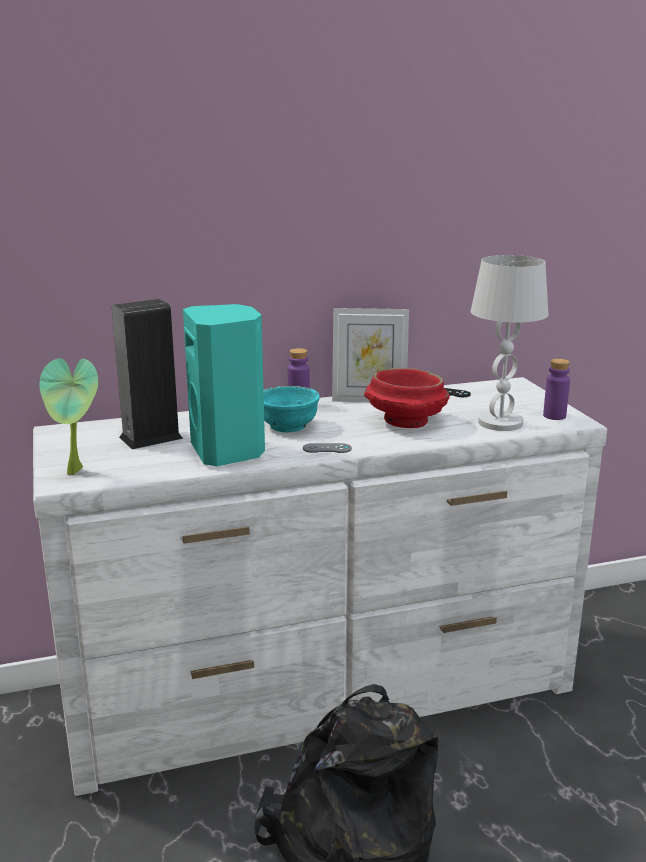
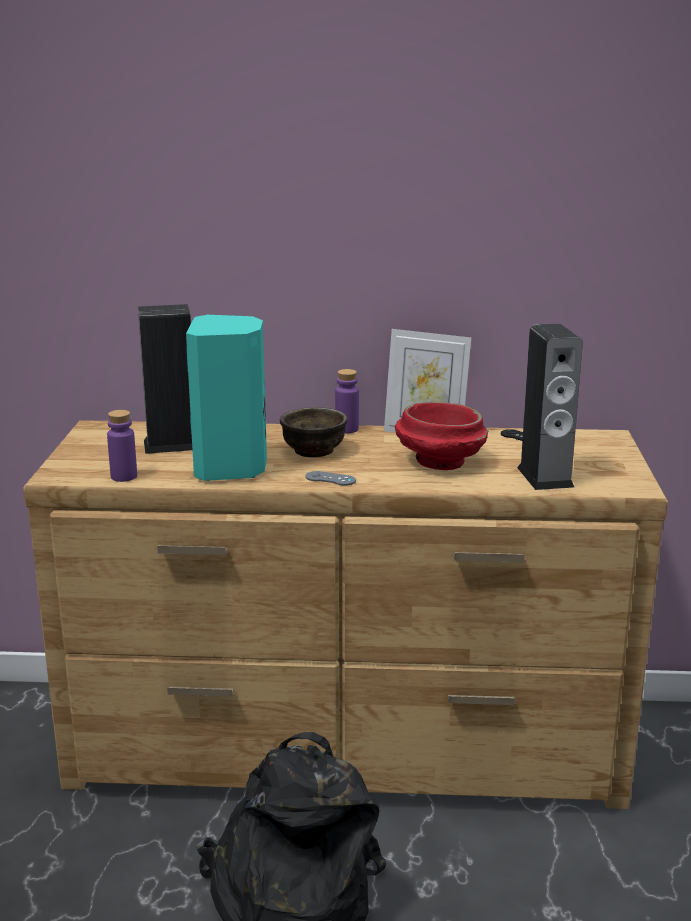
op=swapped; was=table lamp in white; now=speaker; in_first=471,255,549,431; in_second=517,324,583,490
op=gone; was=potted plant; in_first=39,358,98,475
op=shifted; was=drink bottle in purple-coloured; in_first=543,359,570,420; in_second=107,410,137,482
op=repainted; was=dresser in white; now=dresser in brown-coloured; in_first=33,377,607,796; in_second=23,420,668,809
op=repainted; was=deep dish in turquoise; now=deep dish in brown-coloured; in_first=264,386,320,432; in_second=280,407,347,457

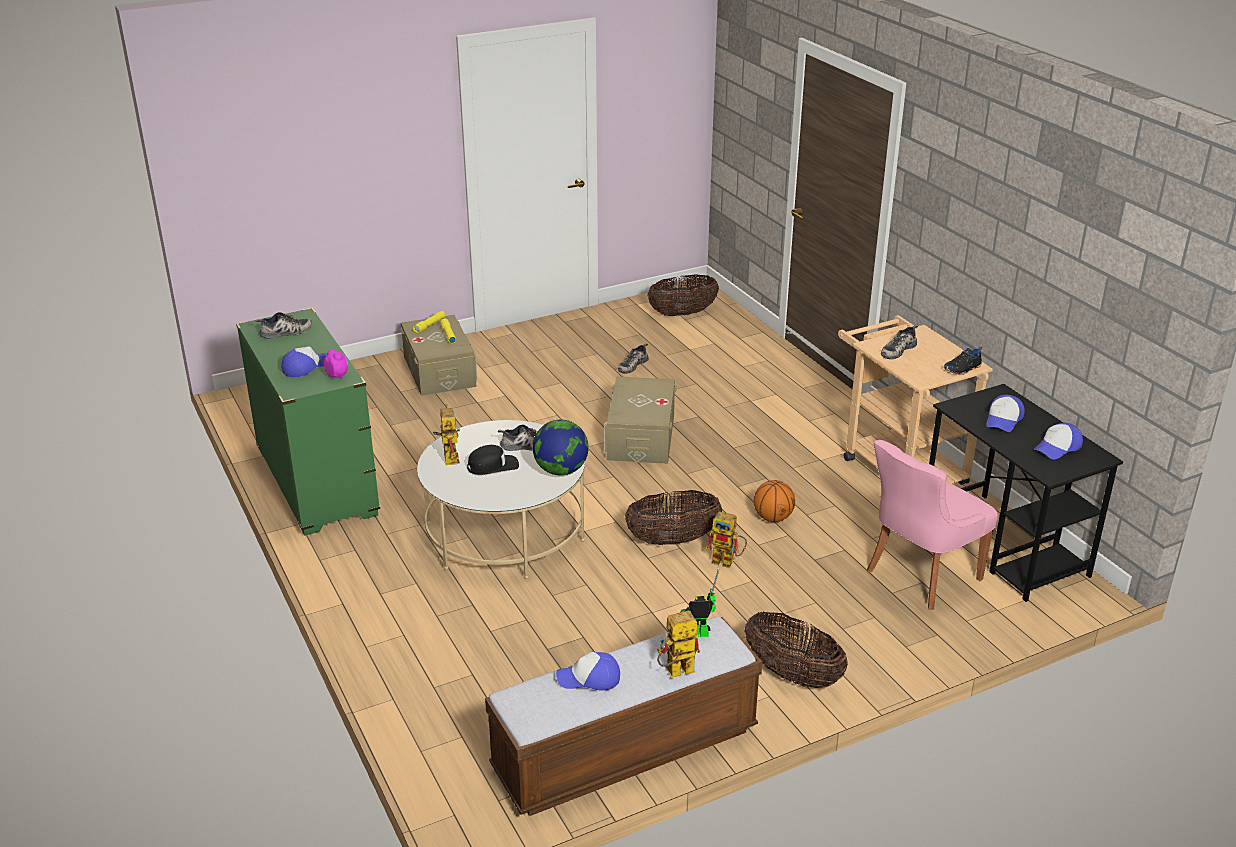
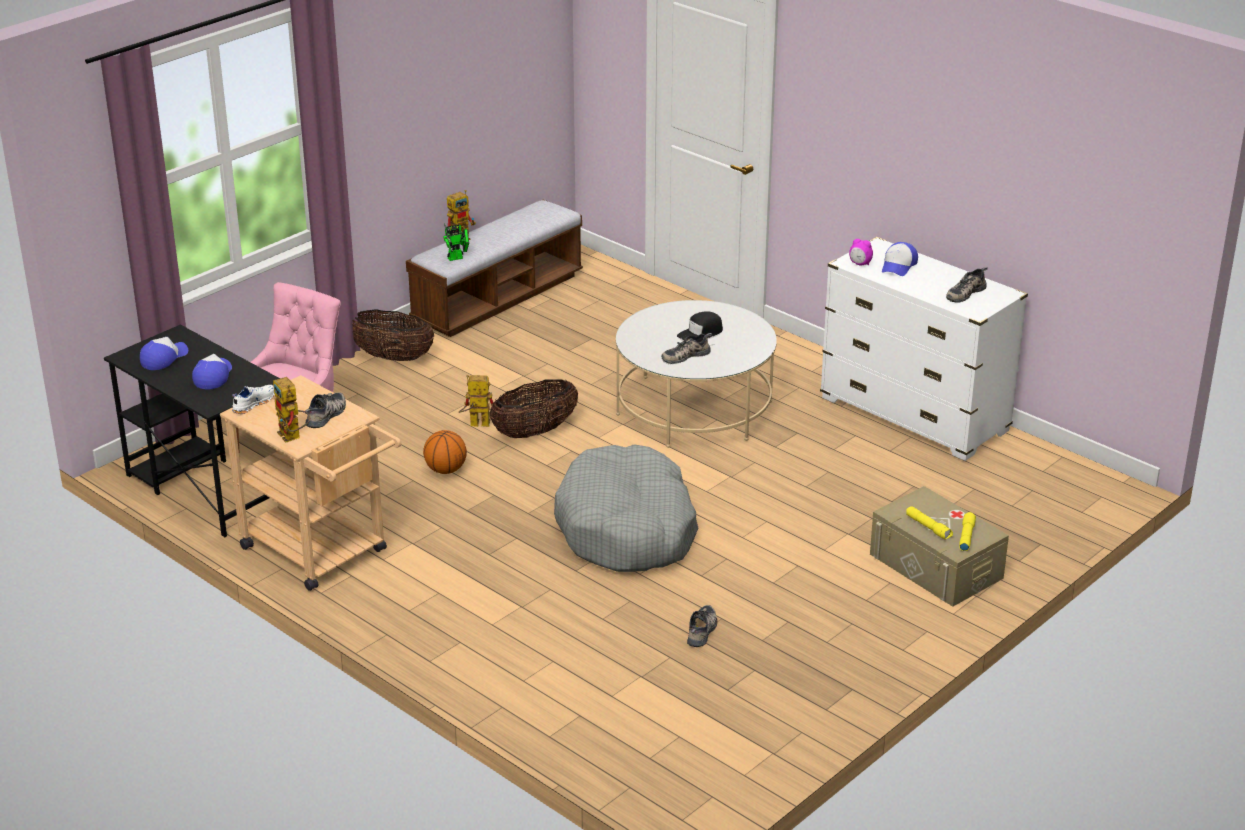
op=gone; was=storage basket; in_first=647,274,719,316
op=repainted; was=dresser in green-coloured; now=dresser in white; in_first=236,307,380,536; in_second=820,237,1028,461
op=repainted; was=shoe in black-coloured; now=shoe in white; in_first=944,346,982,375; in_second=232,385,275,414
op=swapped; was=storage box in beige; now=dog bed in gray; in_first=604,376,677,464; in_second=554,444,698,572
op=shifted; was=toy robot; in_first=433,404,460,465; in_second=273,377,310,443
op=gone; was=globe; in_first=533,420,589,475
op=gone; was=peaked cap; in_first=556,652,620,691

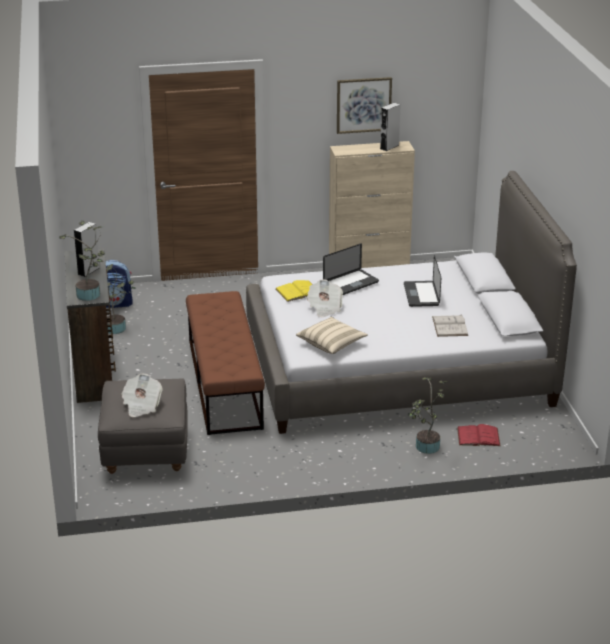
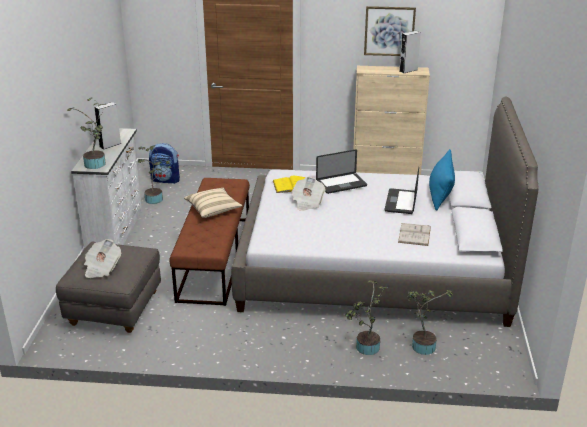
op=repainted; was=dresser in brown-coloured; now=dresser in white; in_first=65,248,116,403; in_second=71,128,142,249
op=shifted; was=throw pillow in beige; in_first=296,317,368,354; in_second=184,188,243,218
op=swapped; was=volume in reddish; now=potted plant; in_first=457,424,500,446; in_second=407,290,453,355
op=new; now=throw pillow in blue-coloured; in_second=429,149,455,210

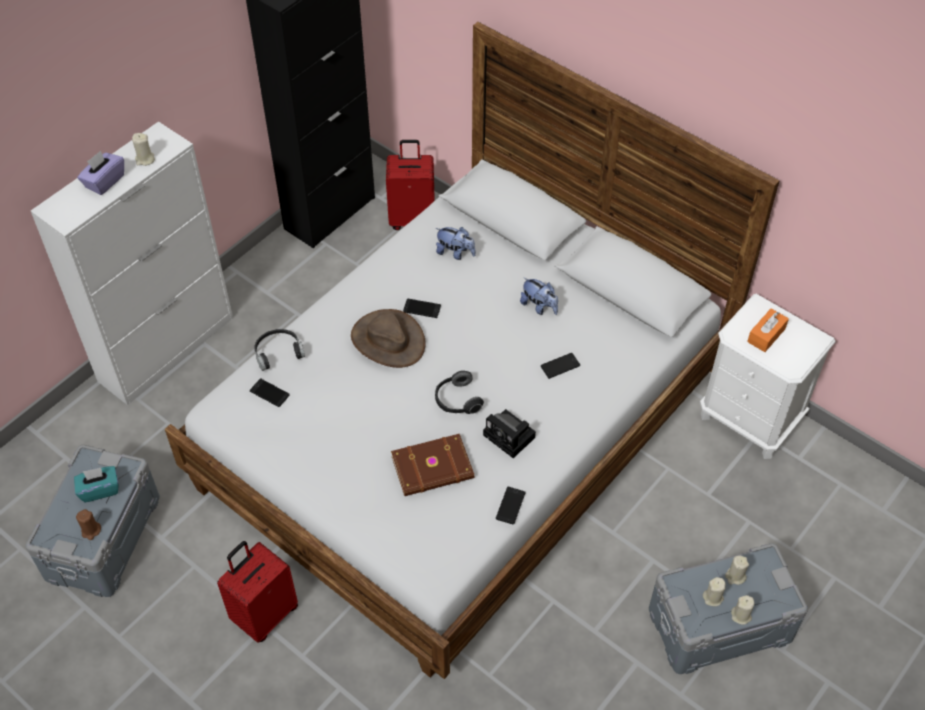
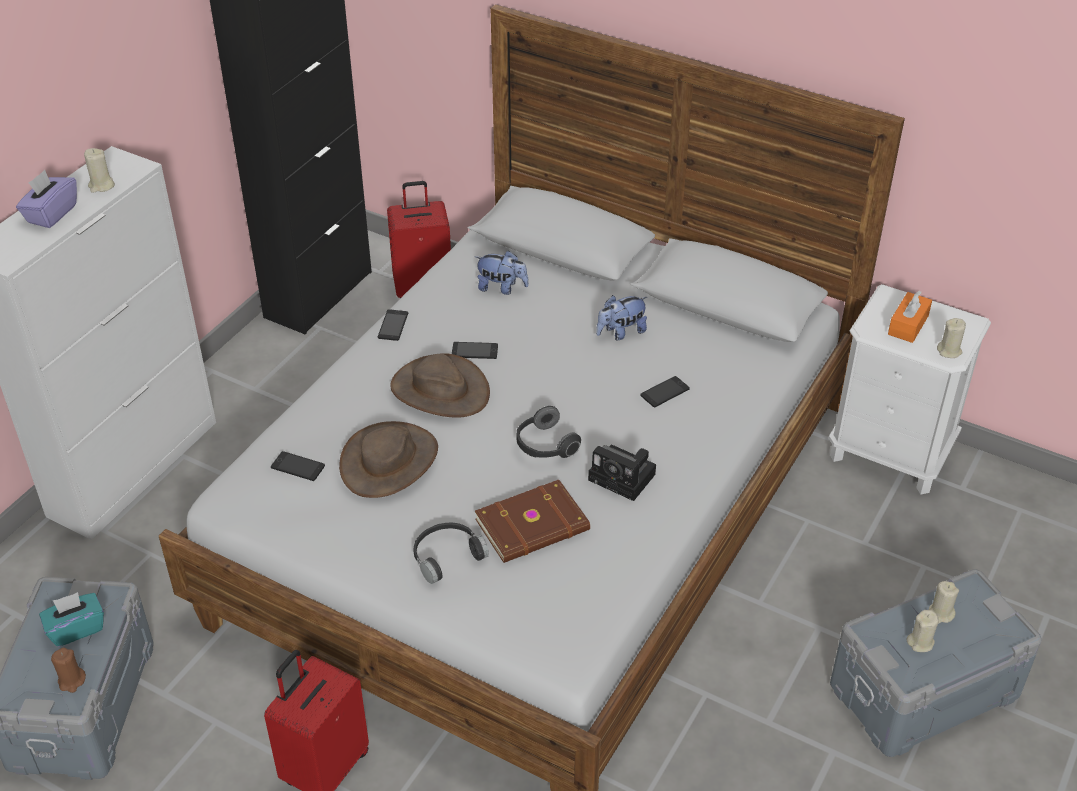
op=rotated; was=soft toy; in_first=520,277,558,315; in_second=596,295,647,340; clockwise=120
op=shifted; was=headset in black-coloured; in_first=254,329,305,371; in_second=413,522,489,584
op=shifted; was=telephone; in_first=496,487,525,524; in_second=378,309,408,341
op=shifted; was=candle in beige; in_first=731,595,754,625; in_second=937,318,966,358
op=new; now=wearable hat in brown-coloured; in_second=339,421,438,498

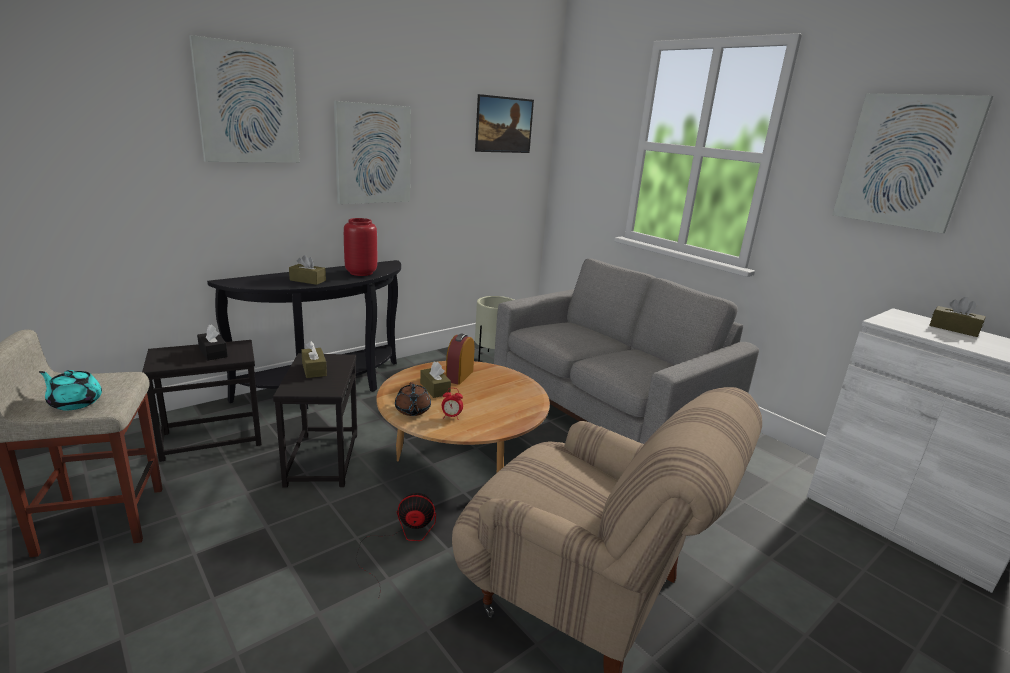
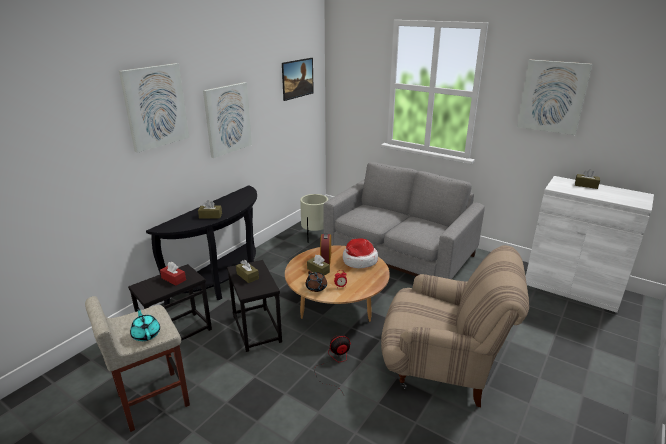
op=gone; was=vase in reddish; in_first=344,218,377,276
op=repainted; was=box of tissues in black-coloured; now=box of tissues in reddish; in_first=197,324,228,361; in_second=160,262,186,286
op=rotated; was=teapot in turquoise; in_first=39,370,102,410; in_second=130,308,160,341; clockwise=60
op=new; now=wearable hat; in_second=343,239,378,268

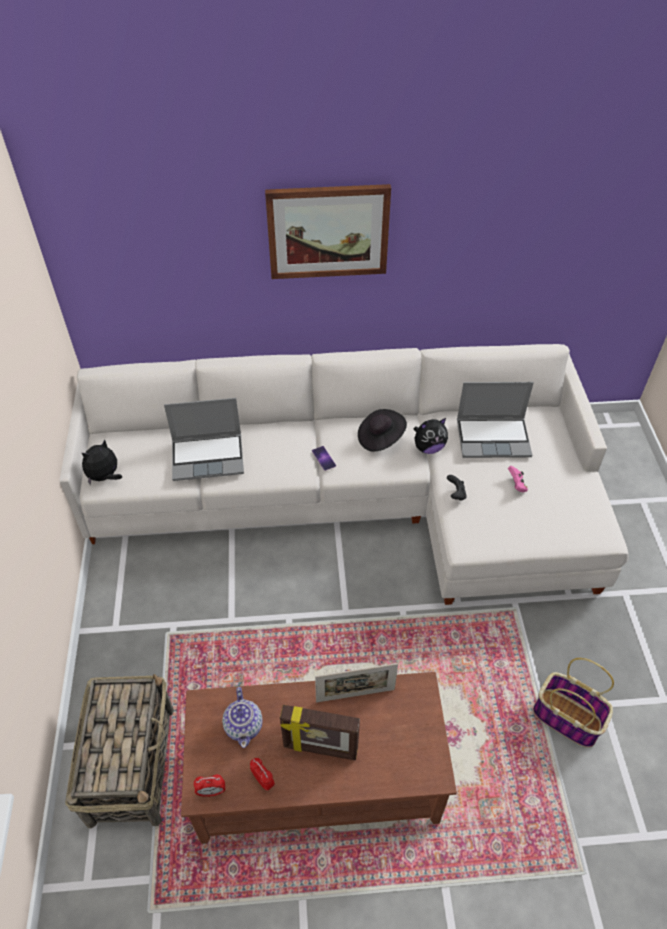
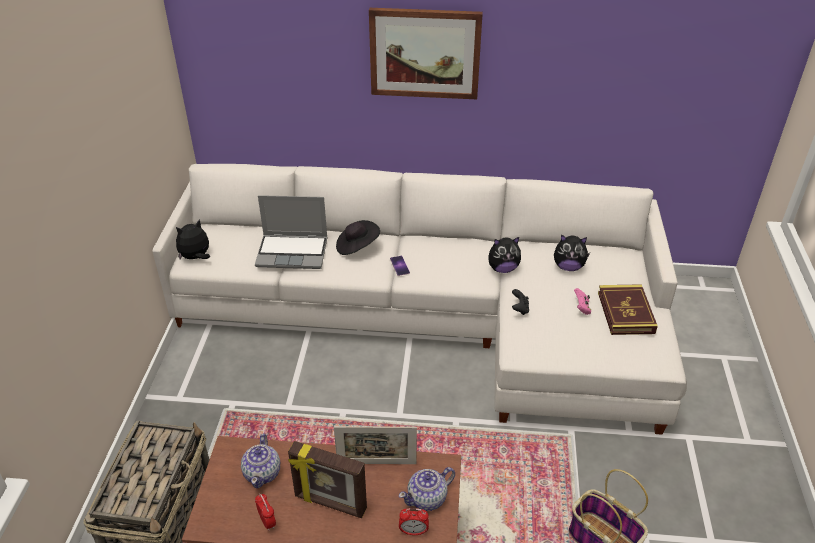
op=swapped; was=notebook computer; now=soft toy; in_first=457,382,534,458; in_second=554,235,590,271
op=shifted; was=wearable hat in black-coloured; in_first=358,409,407,452; in_second=336,220,380,255
op=shifted; was=alarm clock; in_first=193,774,225,797; in_second=399,508,429,535
op=new; now=volume; in_second=598,284,658,335
op=new; now=teapot; in_second=399,467,455,511

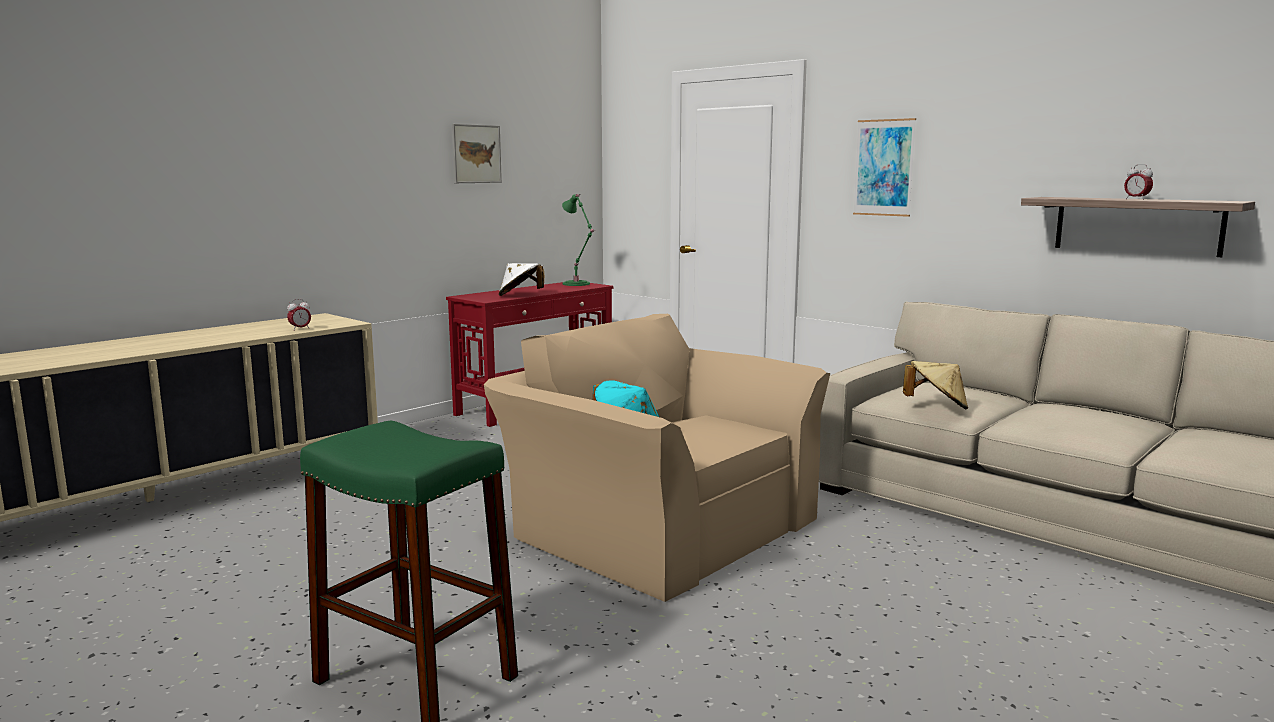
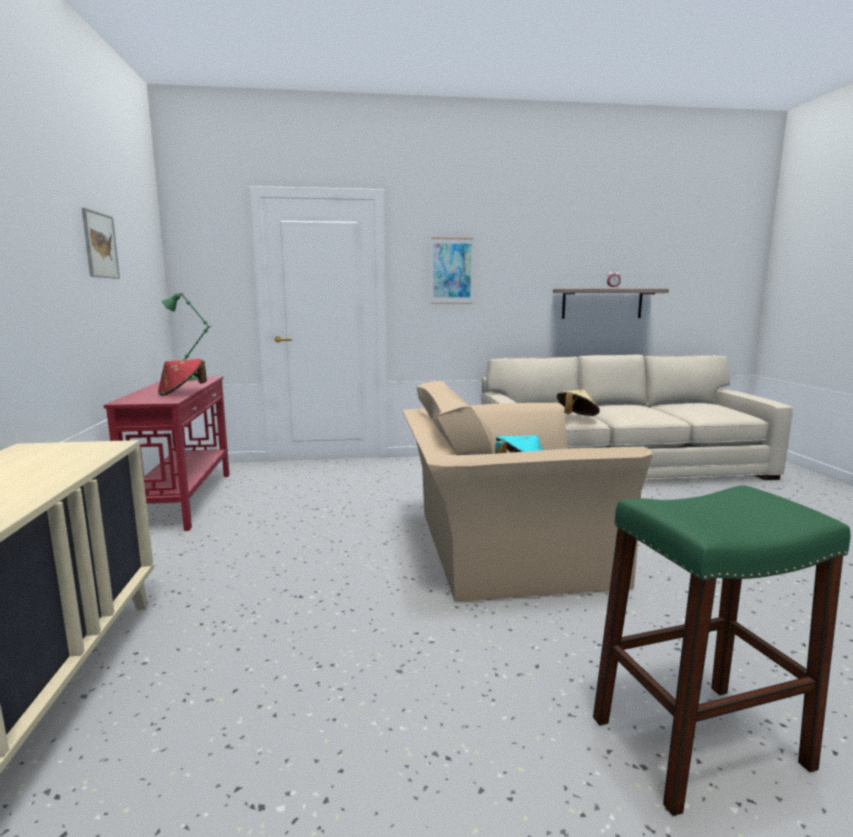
op=repainted; was=wearable hat in white; now=wearable hat in reddish; in_first=499,263,544,296; in_second=158,359,207,396
op=gone; was=alarm clock; in_first=287,299,311,330

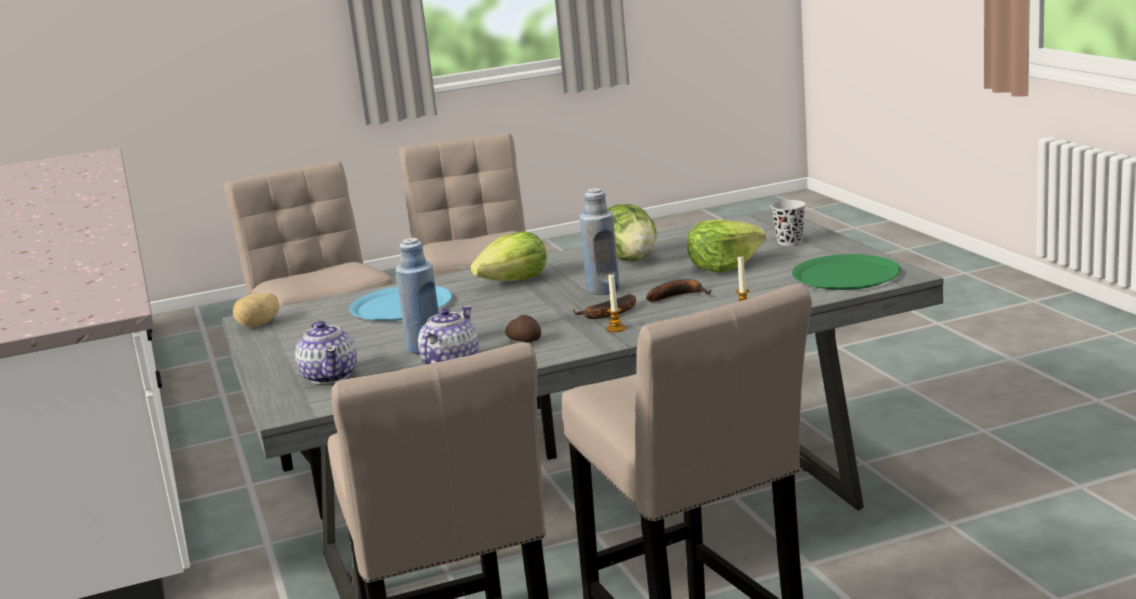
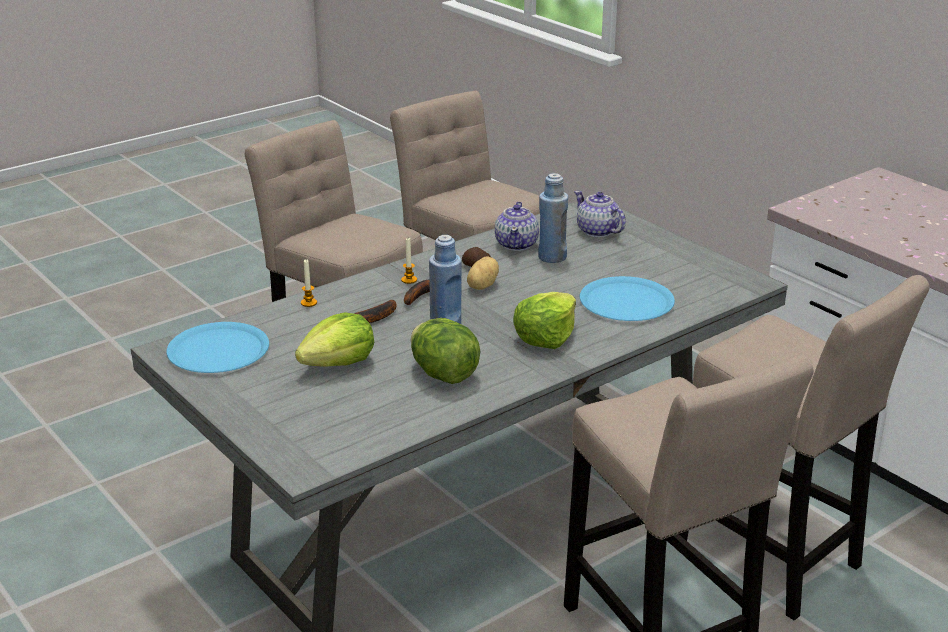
op=gone; was=cup in black-coloured; in_first=771,200,806,246
op=repainted; was=plate in green-coloured; now=plate in blue-coloured; in_first=792,254,901,290; in_second=166,322,269,373
op=shifted; was=spud; in_first=233,293,279,327; in_second=467,256,499,290

